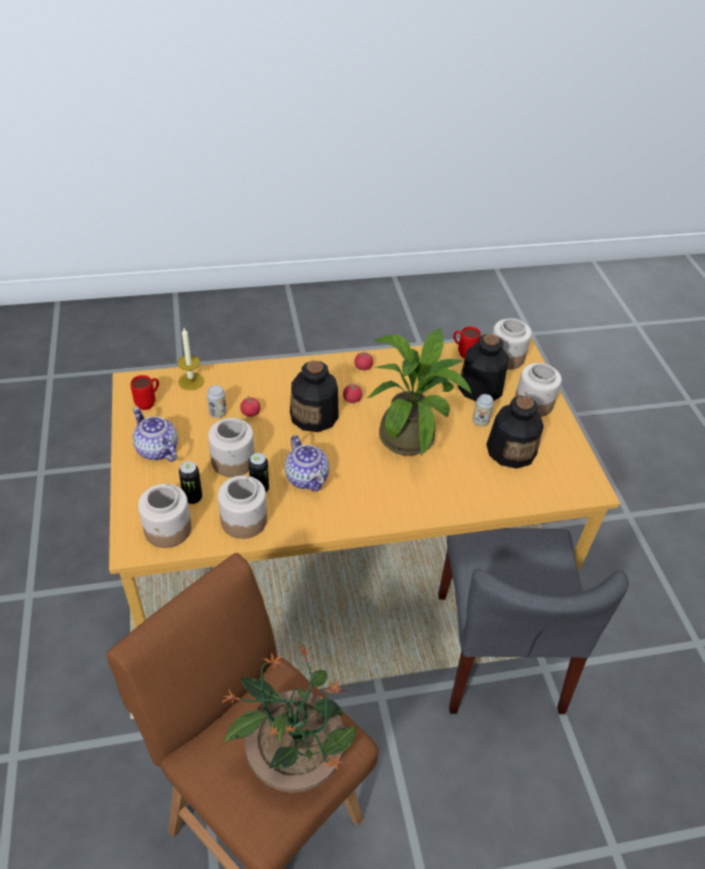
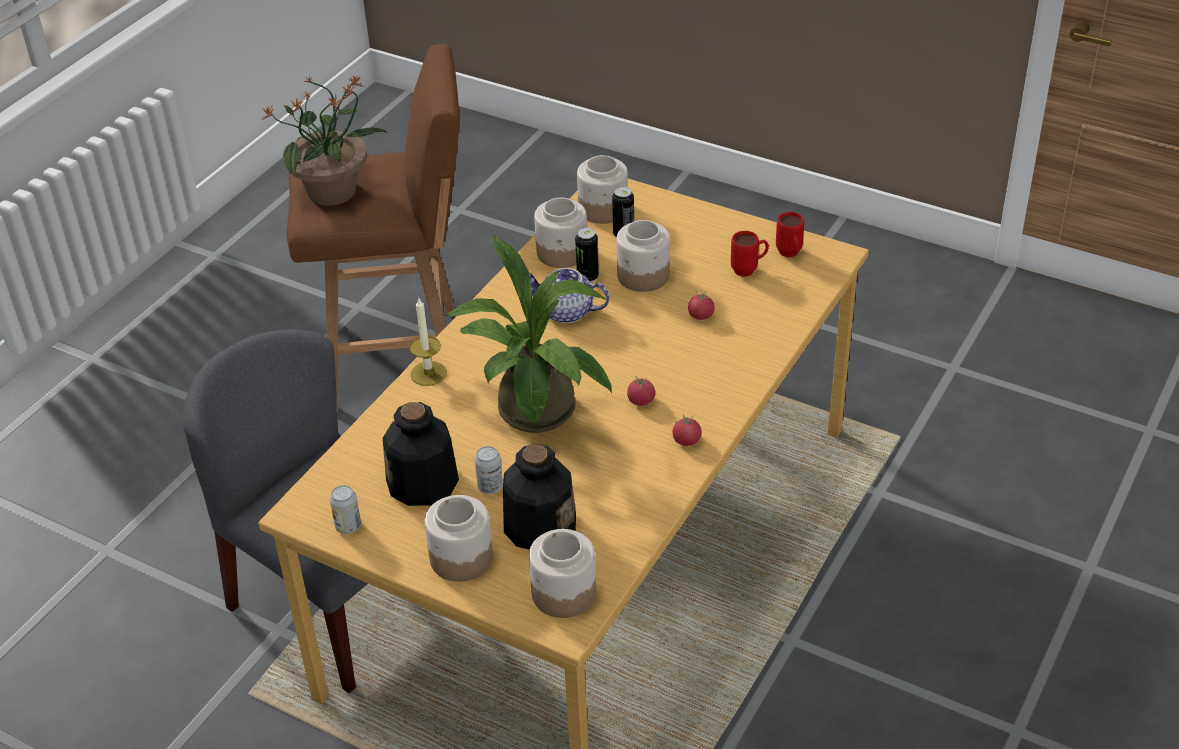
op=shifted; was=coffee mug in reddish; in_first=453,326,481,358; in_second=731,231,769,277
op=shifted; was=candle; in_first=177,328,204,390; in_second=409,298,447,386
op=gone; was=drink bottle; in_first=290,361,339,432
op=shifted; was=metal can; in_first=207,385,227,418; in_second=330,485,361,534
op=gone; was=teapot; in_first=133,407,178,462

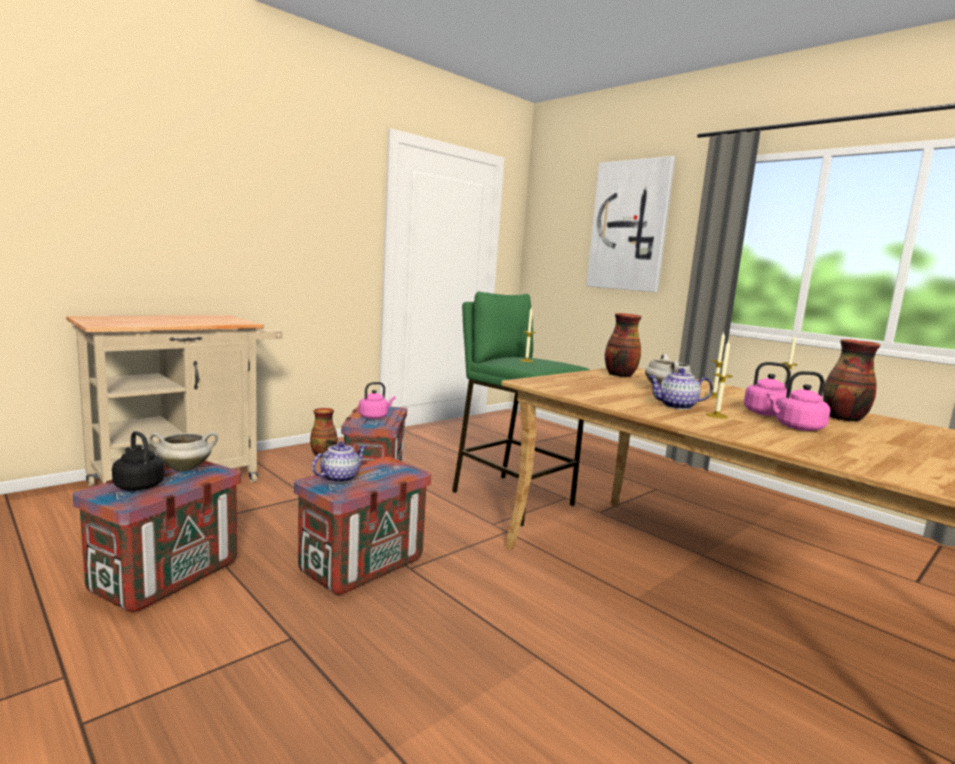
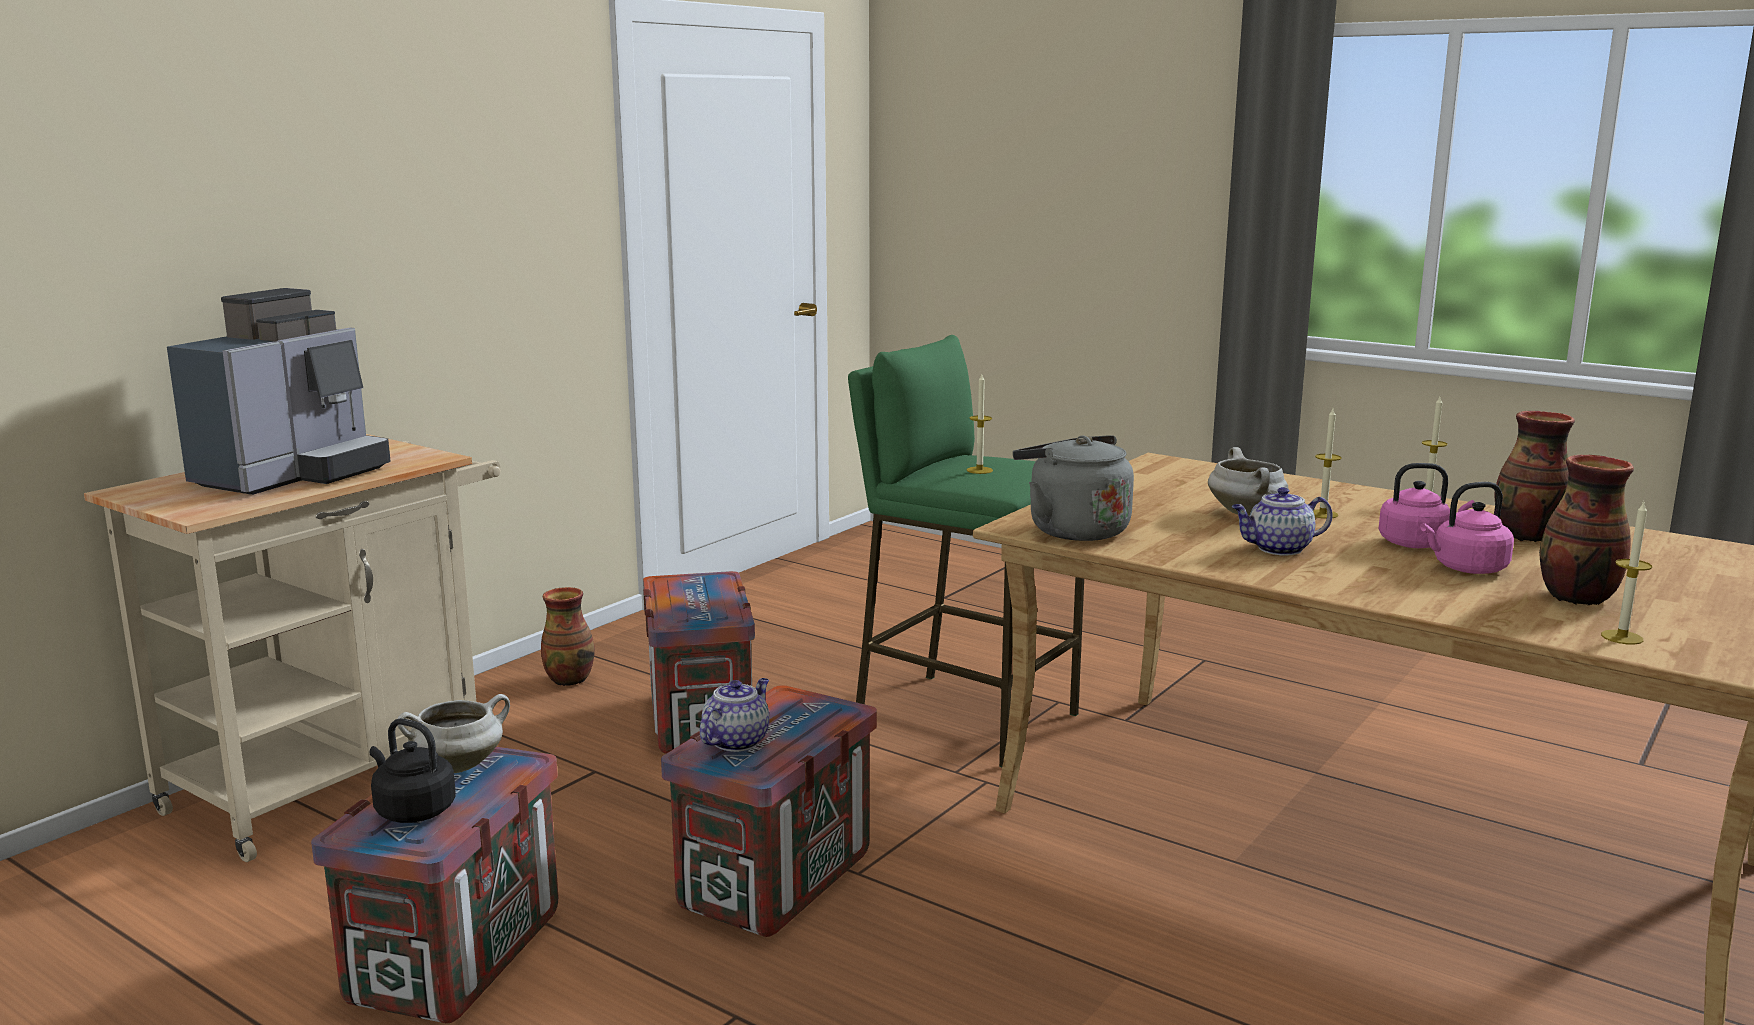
op=gone; was=wall picture; in_first=586,156,675,292
op=shifted; was=vase; in_first=605,313,641,377; in_second=1539,455,1634,605
op=shifted; was=candle; in_first=706,340,733,419; in_second=1601,502,1652,645
op=gone; was=kettle in pink; in_first=359,382,396,419
op=new; now=coffee maker; in_second=167,288,391,495
op=new; now=kettle in gray; in_second=1013,435,1134,541

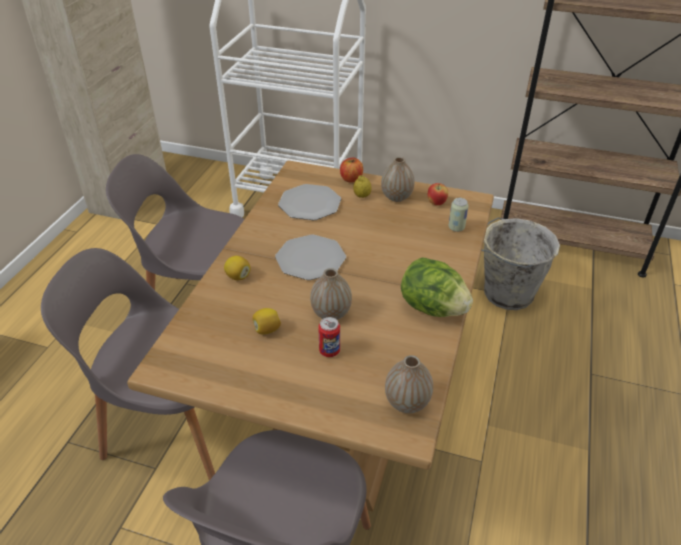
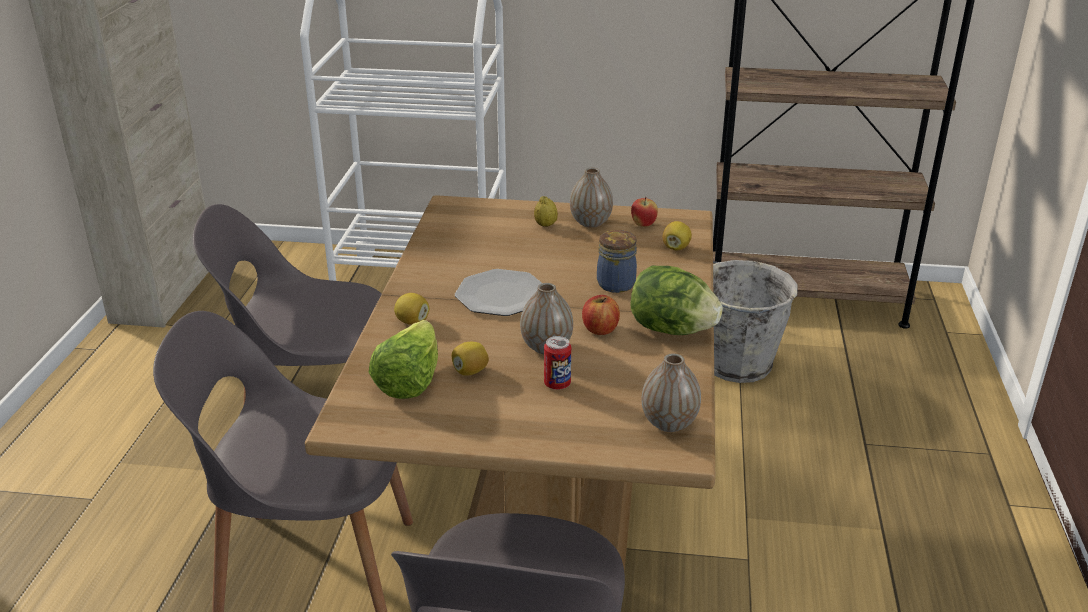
op=shifted; was=apple fruit; in_first=340,158,363,183; in_second=582,295,620,335
op=gone; was=plate; in_first=278,184,341,220
op=swapped; was=metal can; now=citrus fruit; in_first=448,198,468,232; in_second=663,221,692,251
op=new; now=preserve jar; in_second=597,230,637,293
op=new; now=lettuce; in_second=368,320,438,399

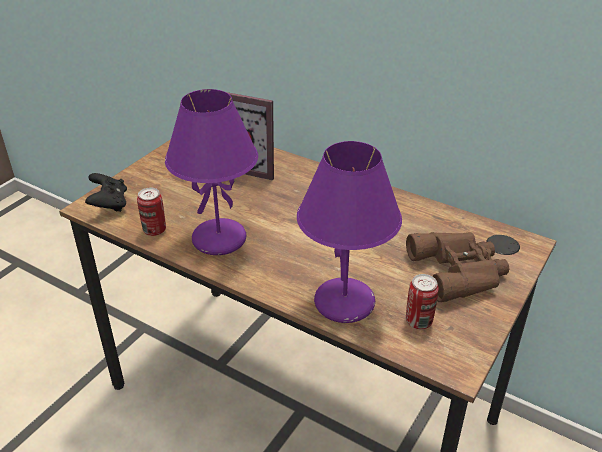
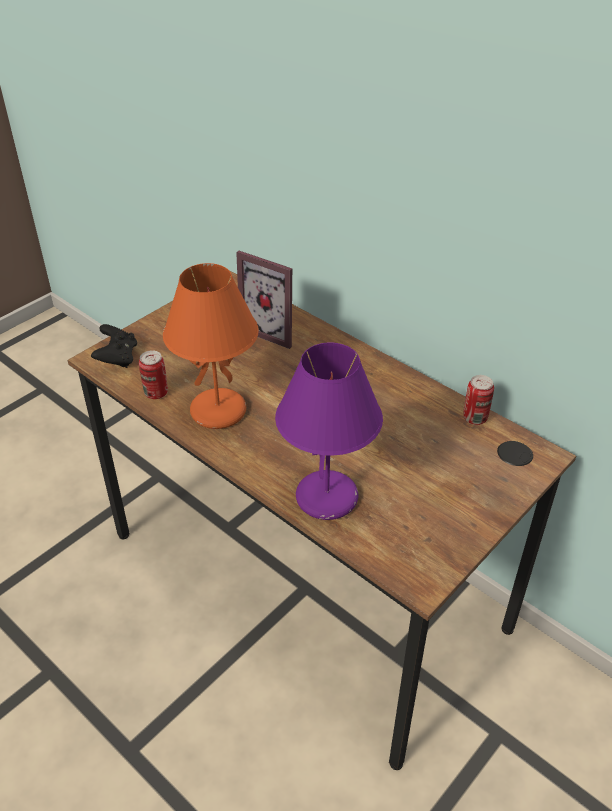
op=repainted; was=table lamp in purple-coloured; now=table lamp in orange-coloured; in_first=165,89,258,255; in_second=163,263,259,429
op=gone; was=pair of binoculars in brown-coloured; in_first=406,232,509,302
op=shifted; was=metal can; in_first=406,274,439,329; in_second=463,375,494,425

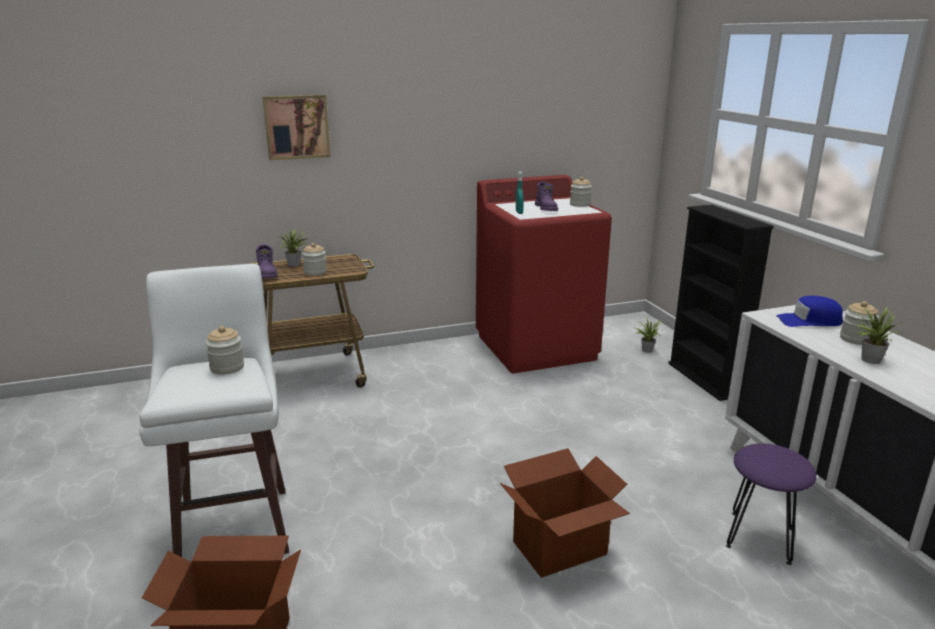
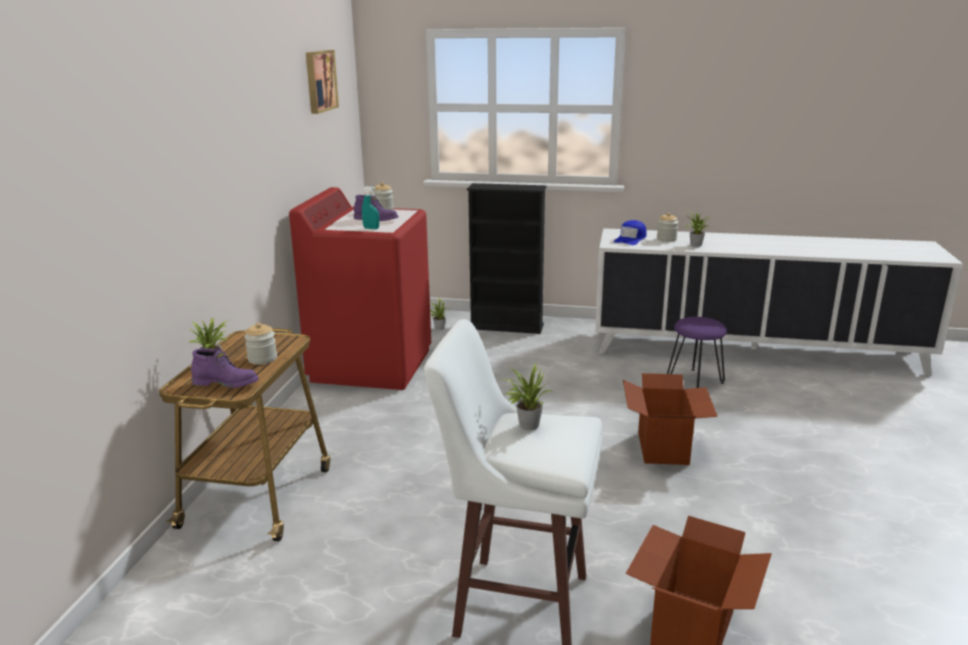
op=shifted; was=wall picture; in_first=262,95,331,160; in_second=306,50,339,114
op=swapped; was=preserve jar; now=potted plant; in_first=206,326,244,375; in_second=502,363,552,430

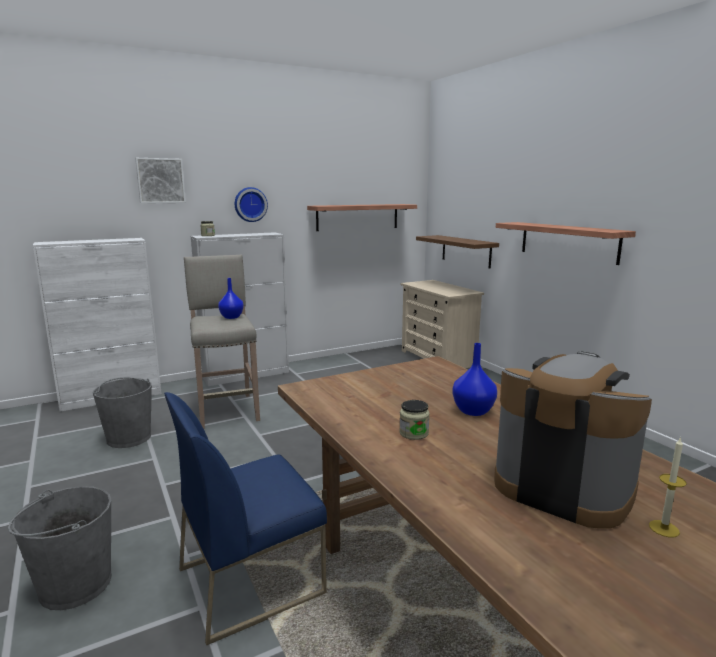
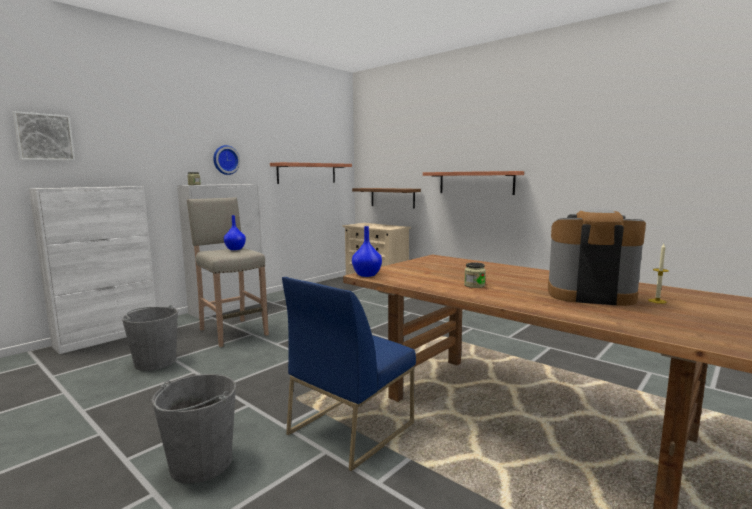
op=shifted; was=wall picture; in_first=135,158,186,204; in_second=13,111,75,161
op=shifted; was=vase in blue-coloured; in_first=452,343,497,416; in_second=352,226,382,277

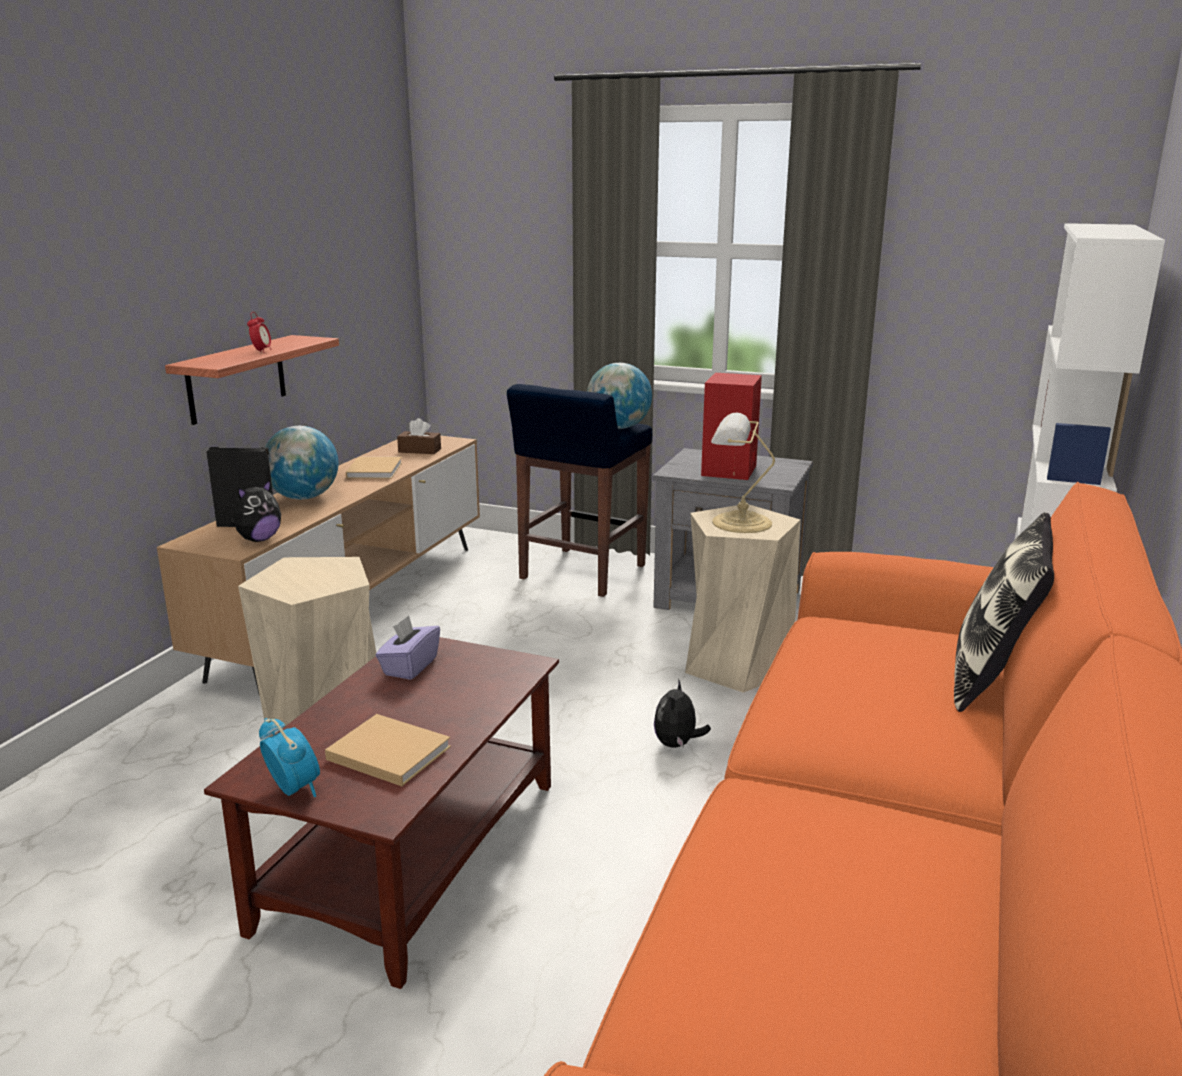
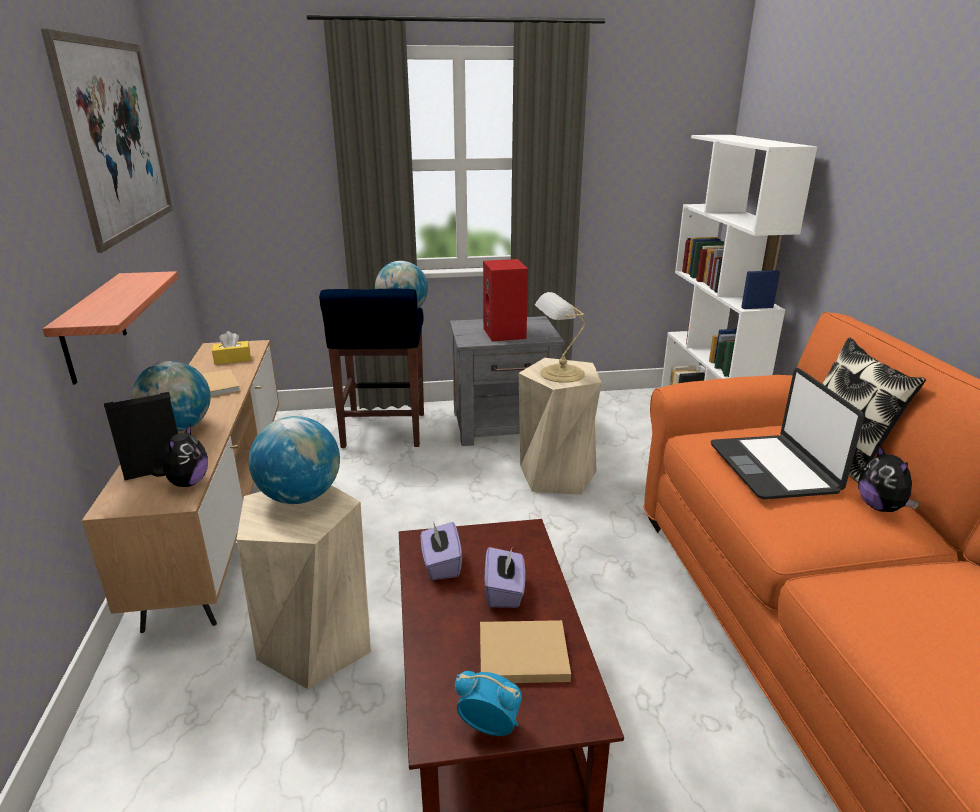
op=gone; was=alarm clock; in_first=247,312,271,353
op=repainted; was=box of tissues in brown-coloured; now=box of tissues in yellowish; in_first=397,418,441,454; in_second=212,331,251,365
op=shifted; was=soft toy; in_first=654,680,711,748; in_second=858,444,920,512
op=new; now=wall picture; in_second=41,29,173,253
op=new; now=notebook computer; in_second=711,368,864,499
op=new; now=globe; in_second=249,416,340,504
op=new; now=box of tissues in purple-coloured; in_second=485,546,525,608

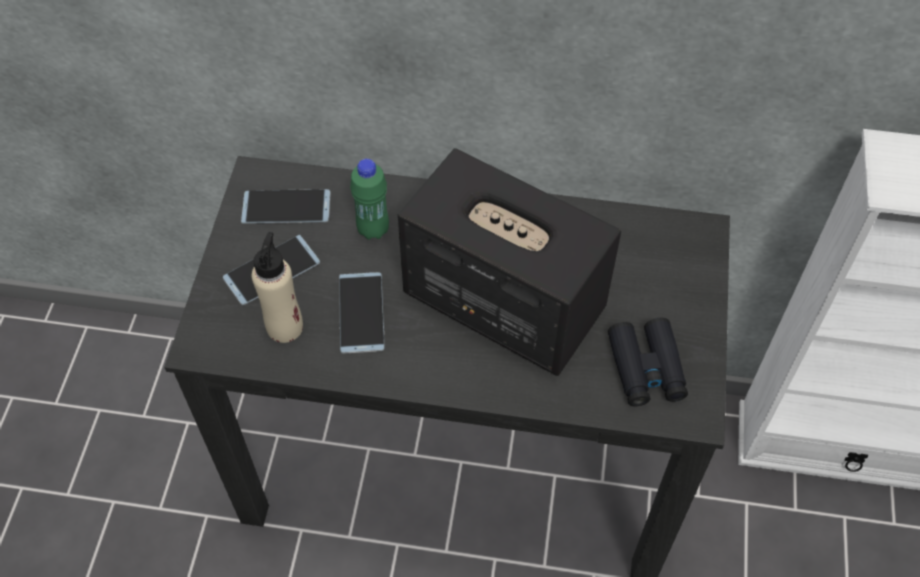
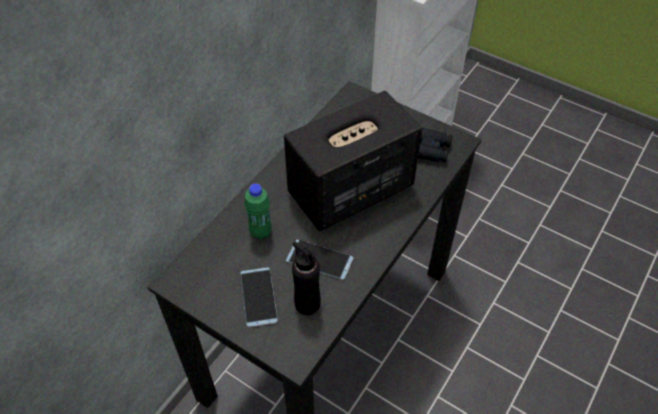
op=gone; was=telephone; in_first=241,189,331,224
op=repainted; was=drink bottle in beige; now=drink bottle in black-coloured; in_first=252,232,303,343; in_second=292,242,321,315

